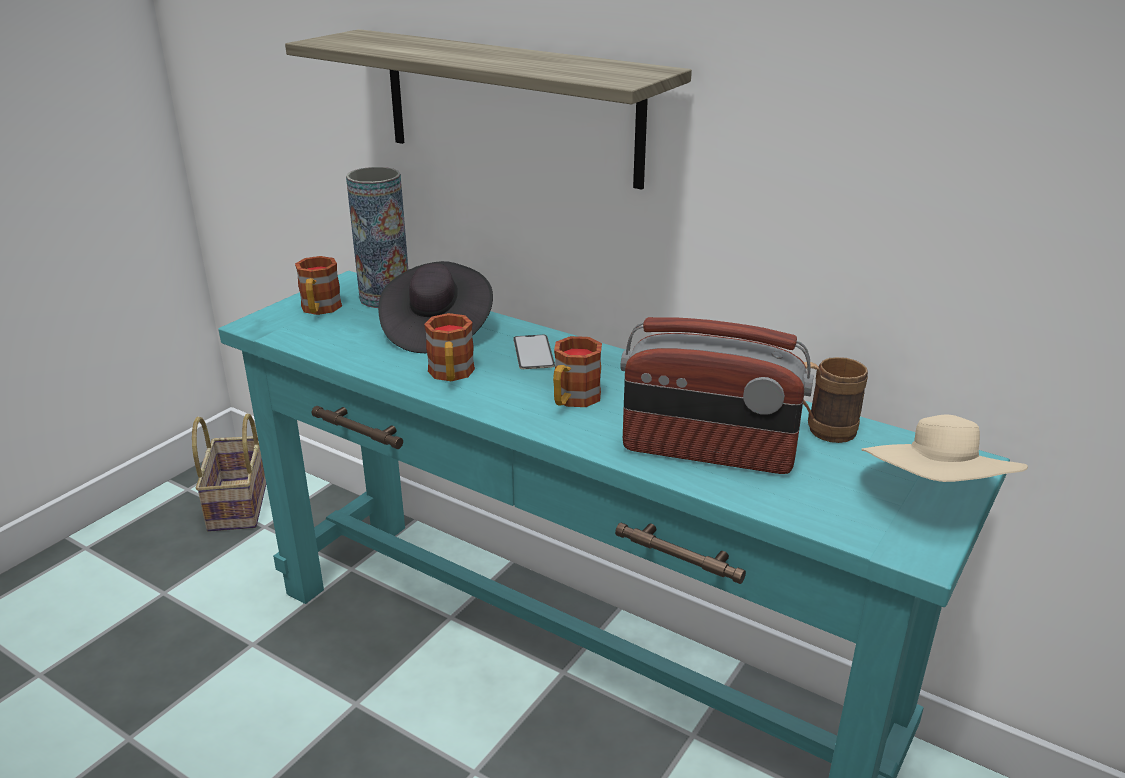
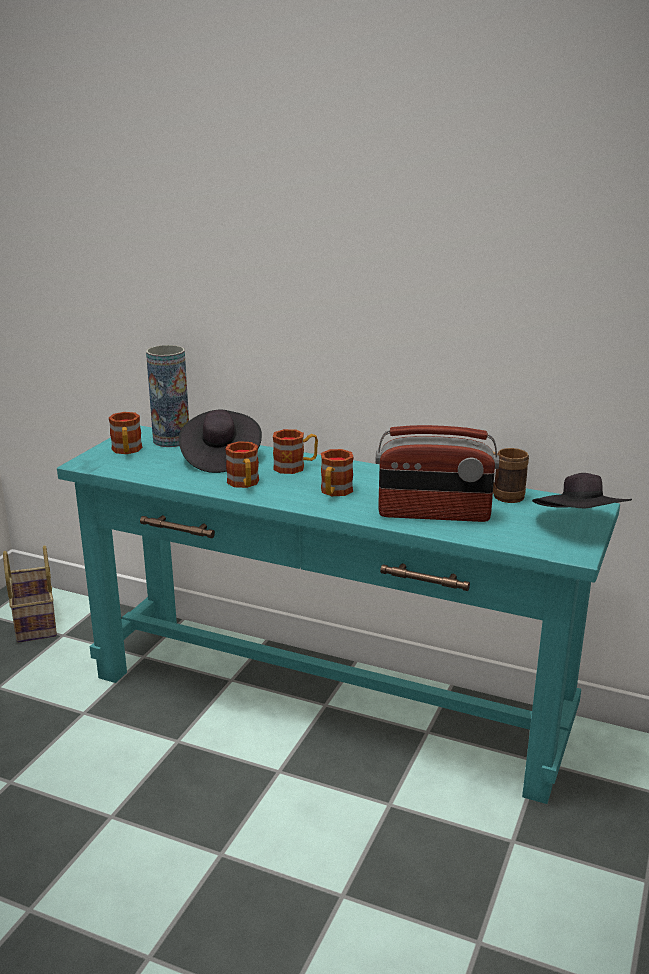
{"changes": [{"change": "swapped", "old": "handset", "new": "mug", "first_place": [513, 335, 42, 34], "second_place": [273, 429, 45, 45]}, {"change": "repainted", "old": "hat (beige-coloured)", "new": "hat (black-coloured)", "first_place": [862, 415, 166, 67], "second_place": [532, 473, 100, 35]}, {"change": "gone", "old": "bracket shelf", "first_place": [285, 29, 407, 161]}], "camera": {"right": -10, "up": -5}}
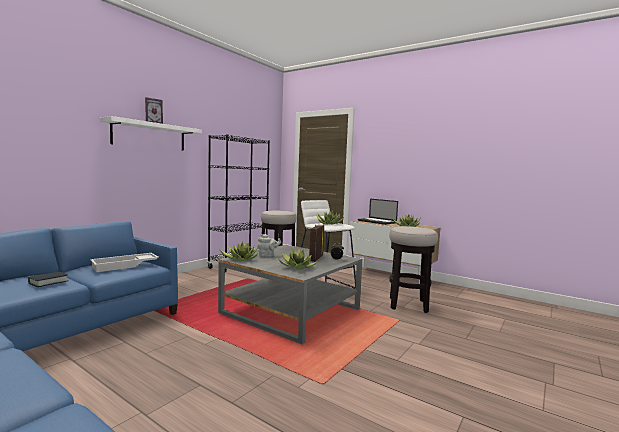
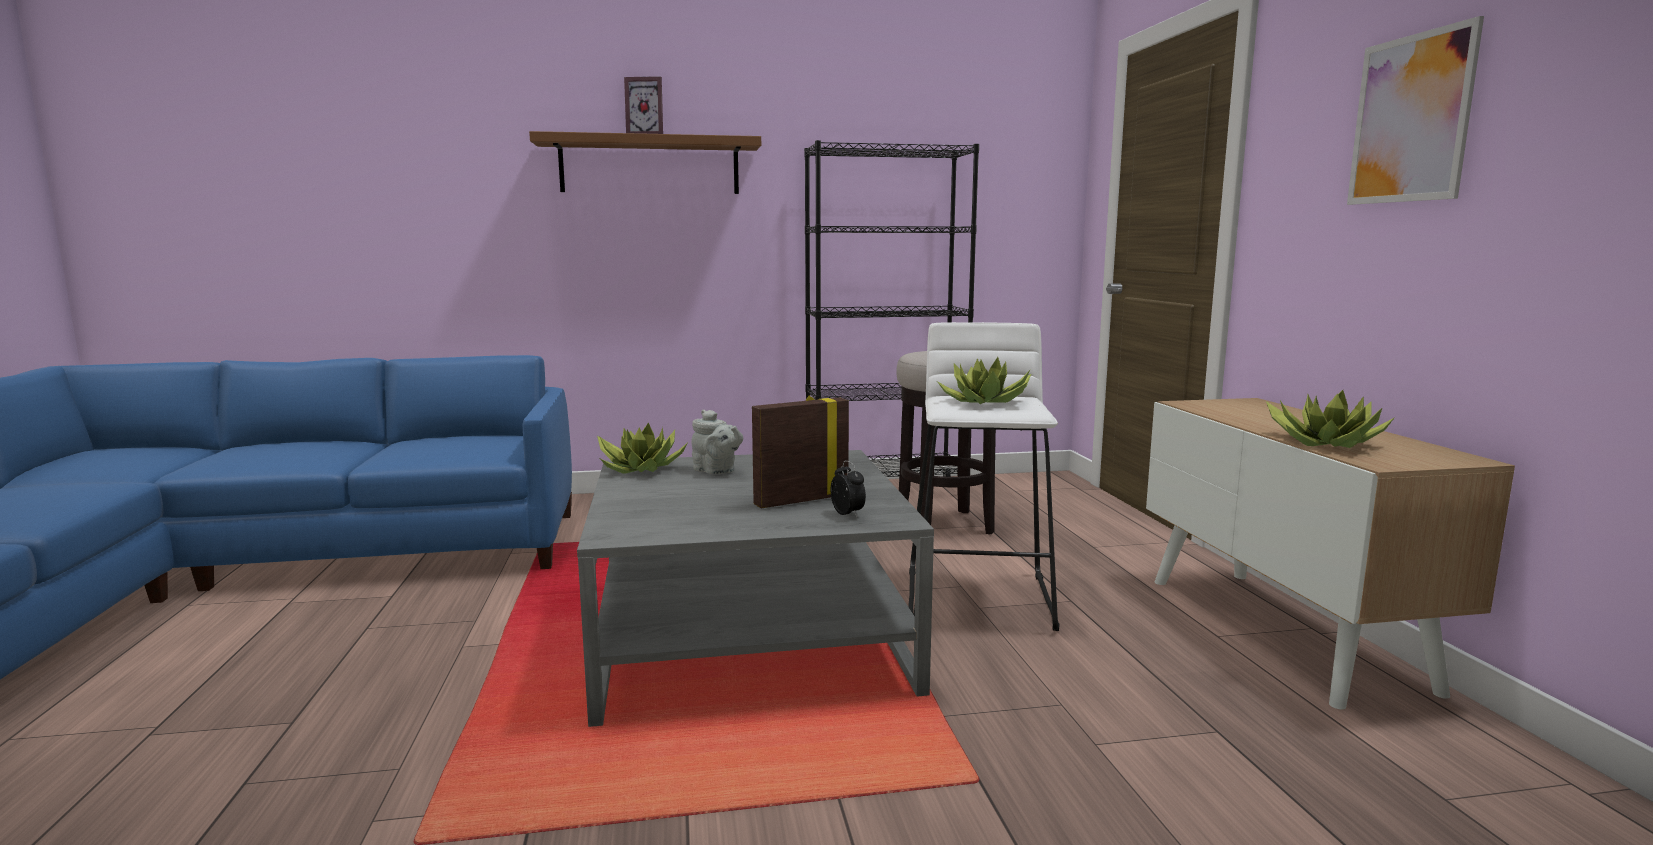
{"changes": [{"change": "repainted", "old": "bracket shelf (white)", "new": "bracket shelf (brownish)", "first_place": [100, 116, 102, 35], "second_place": [529, 131, 232, 63]}, {"change": "new", "new": "picture", "second_place": [1347, 16, 137, 189]}, {"change": "gone", "old": "book", "first_place": [28, 272, 40, 15]}, {"change": "gone", "old": "tray (white)", "first_place": [90, 253, 69, 19]}, {"change": "gone", "old": "plant in a pot", "first_place": [279, 249, 39, 21]}, {"change": "gone", "old": "portable computer", "first_place": [358, 199, 40, 26]}, {"change": "gone", "old": "stool", "first_place": [389, 226, 49, 87]}], "camera": {"right": 45, "up": 5}}
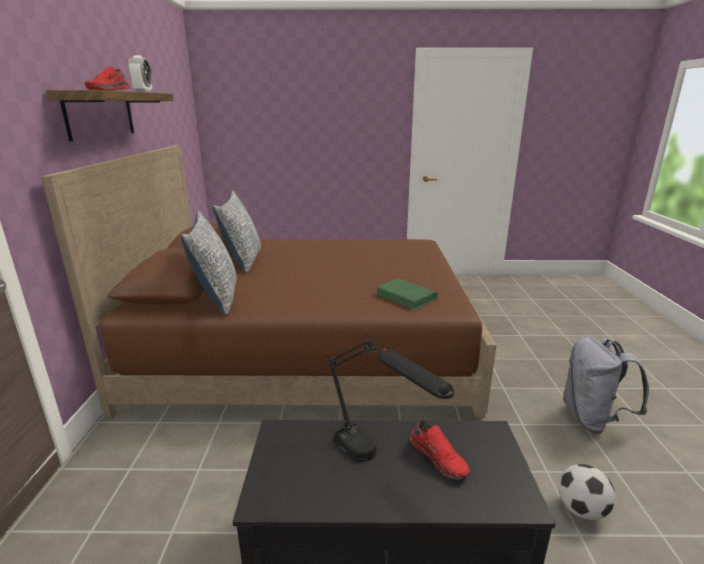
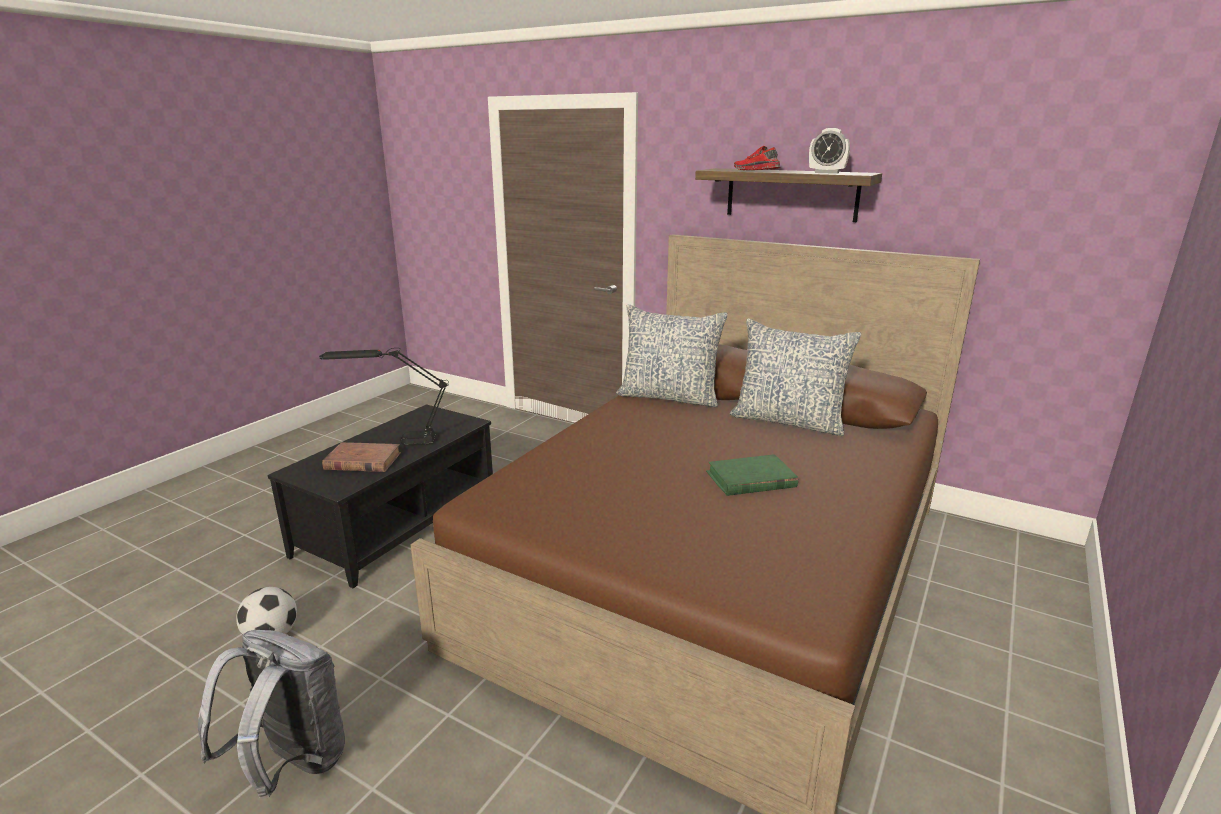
{"changes": [{"change": "swapped", "old": "low shoe (reddish)", "new": "book (brownish)", "first_place": [410, 419, 60, 60], "second_place": [322, 442, 79, 30]}, {"change": "shifted", "old": "book (greenish)", "first_place": [376, 278, 62, 32], "second_place": [706, 454, 92, 42]}], "camera": {"right": 120, "up": 0}}
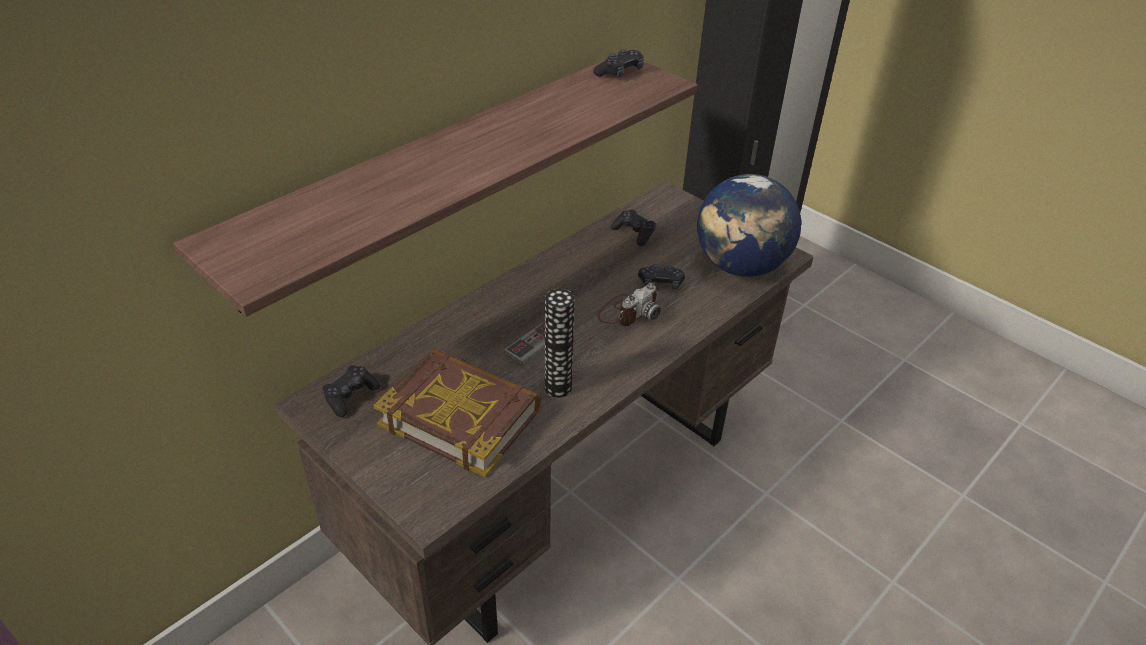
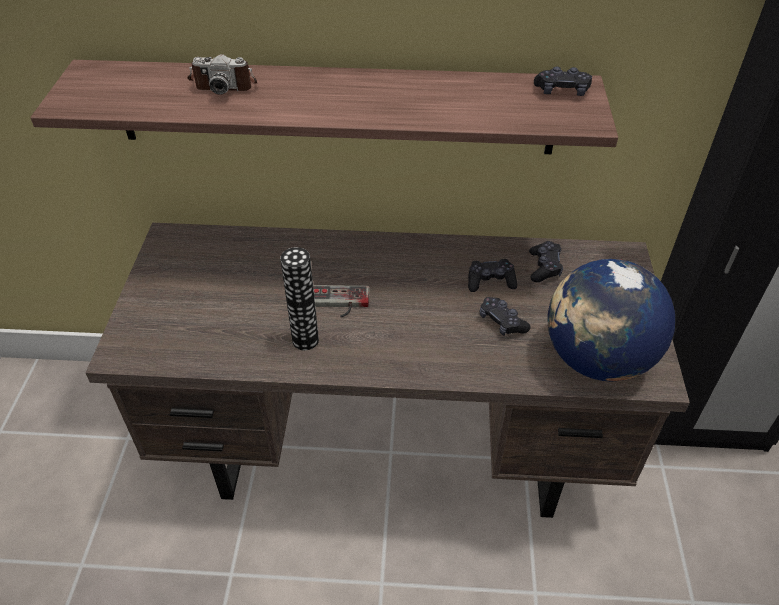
{"changes": [{"change": "shifted", "old": "still camera", "first_place": [597, 283, 64, 43], "second_place": [187, 54, 70, 41]}, {"change": "shifted", "old": "gamepad (black-coloured)", "first_place": [322, 365, 59, 52], "second_place": [468, 259, 49, 33]}, {"change": "gone", "old": "book", "first_place": [373, 349, 168, 129]}], "camera": {"right": 50, "up": 5}}
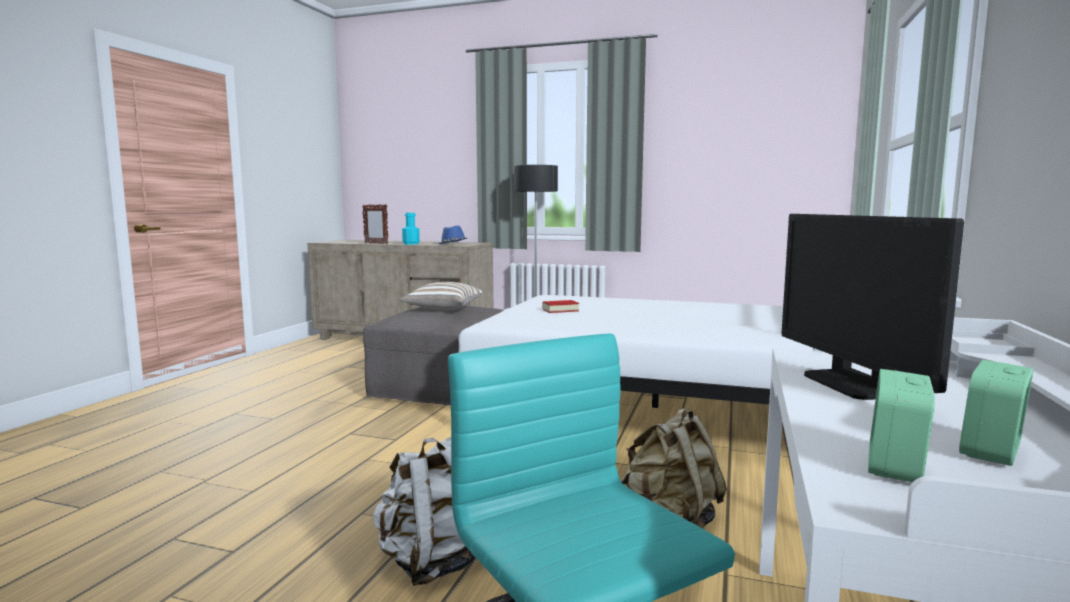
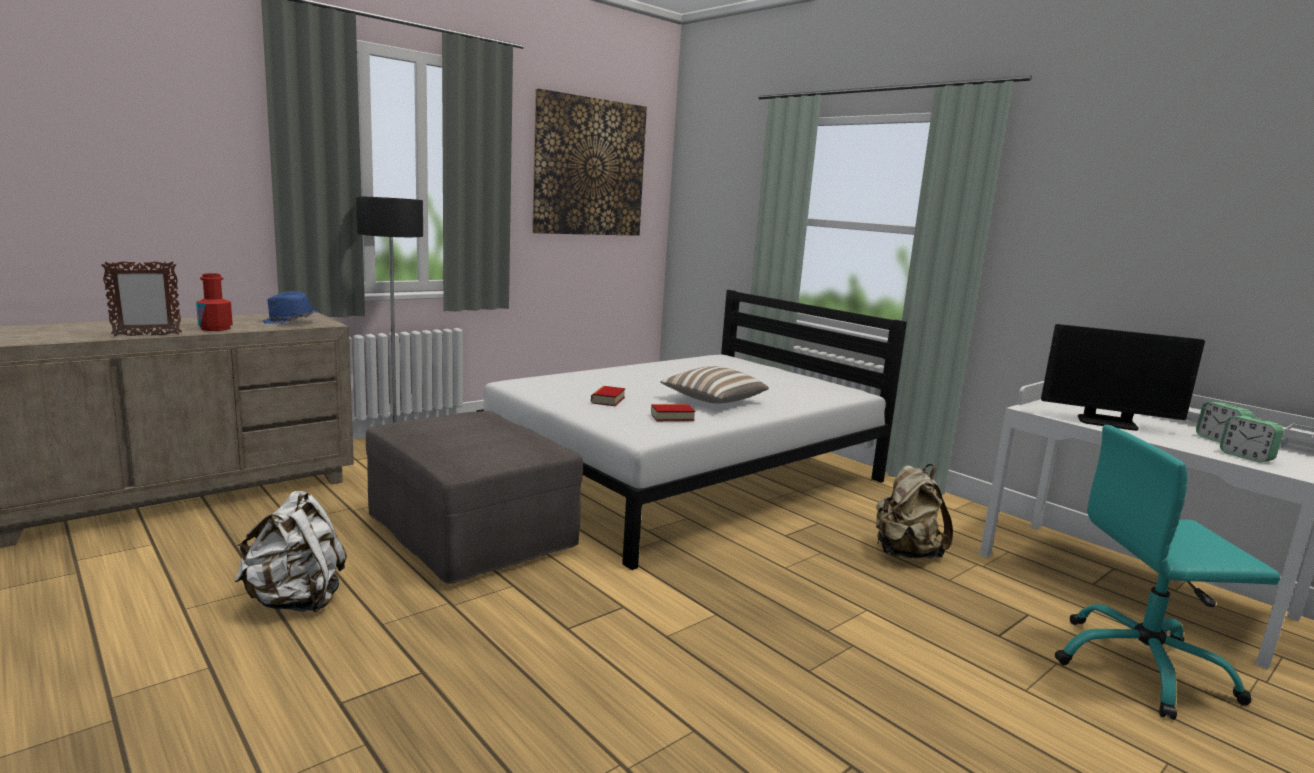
{"changes": [{"change": "repainted", "old": "drink bottle (blue-green)", "new": "drink bottle (reddish)", "first_place": [402, 213, 18, 32], "second_place": [196, 273, 37, 58]}, {"change": "shifted", "old": "knapsack (white)", "first_place": [373, 437, 102, 149], "second_place": [235, 491, 112, 122]}, {"change": "new", "new": "picture", "second_place": [532, 89, 115, 147]}, {"change": "new", "new": "book", "second_place": [651, 404, 44, 17]}, {"change": "shifted", "old": "pillow", "first_place": [400, 282, 82, 29], "second_place": [660, 366, 109, 38]}], "camera": {"right": -60, "up": 5}}
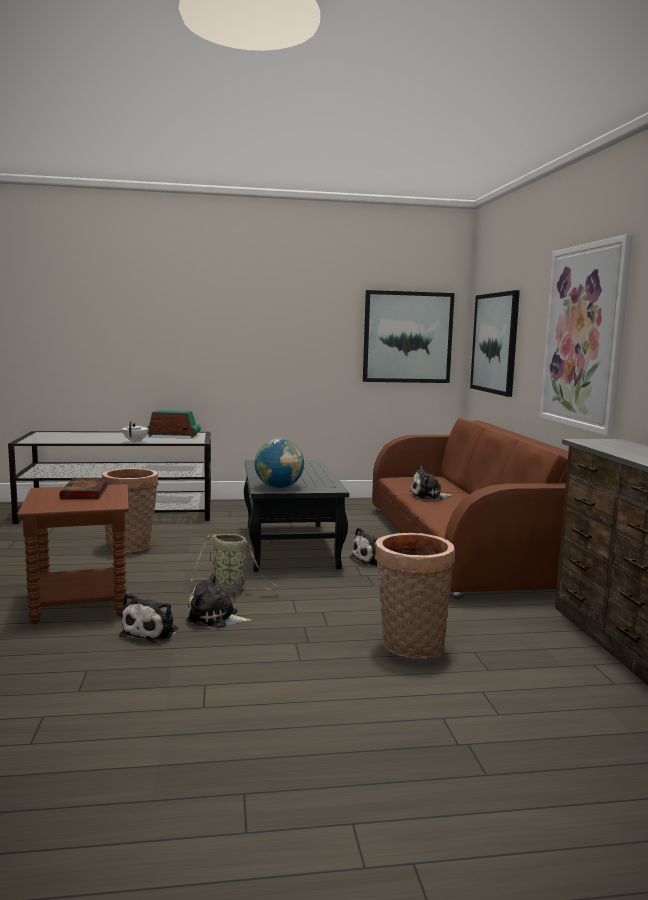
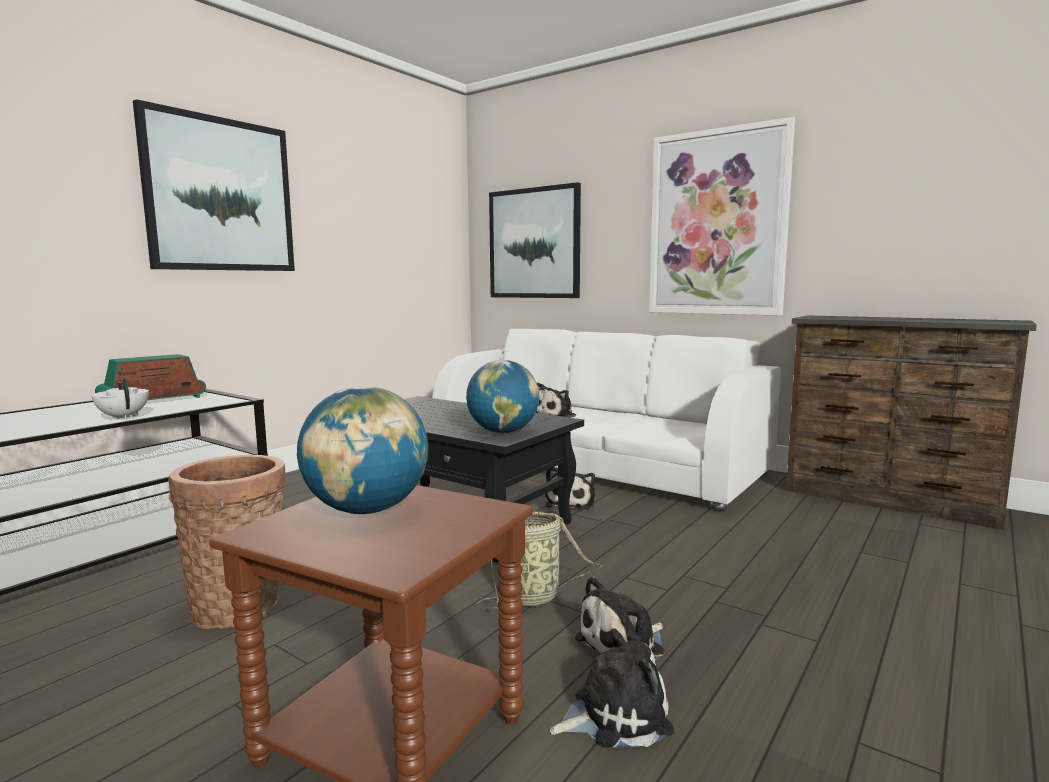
{"changes": [{"change": "shifted", "old": "picture", "first_place": [363, 290, 92, 93], "second_place": [133, 99, 162, 172]}, {"change": "swapped", "old": "book", "new": "world globe", "first_place": [60, 478, 48, 21], "second_place": [297, 386, 132, 128]}, {"change": "repainted", "old": "couch (brownish)", "new": "couch (white)", "first_place": [372, 418, 196, 181], "second_place": [432, 329, 349, 182]}, {"change": "rotated", "old": "plush toy", "first_place": [119, 593, 59, 49], "second_place": [550, 628, 124, 120], "degrees": -75}, {"change": "gone", "old": "storage basket", "first_place": [375, 533, 80, 126]}], "camera": {"right": -45, "up": 0}}
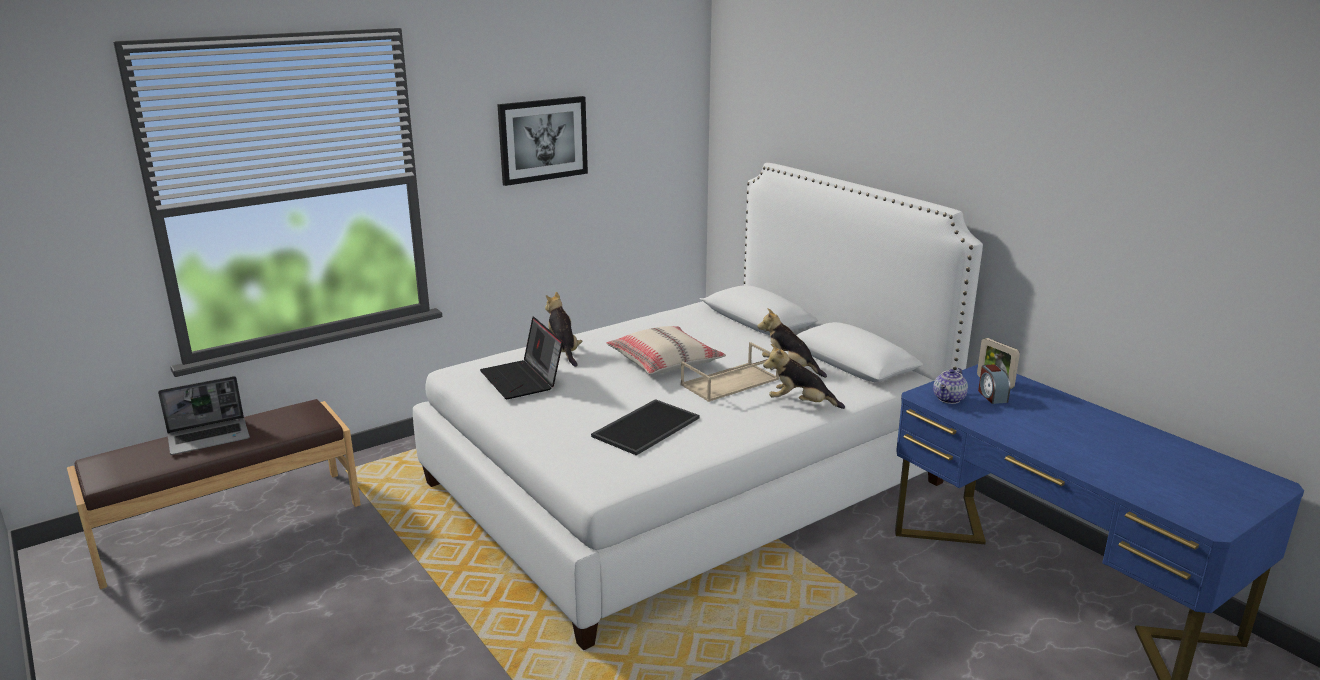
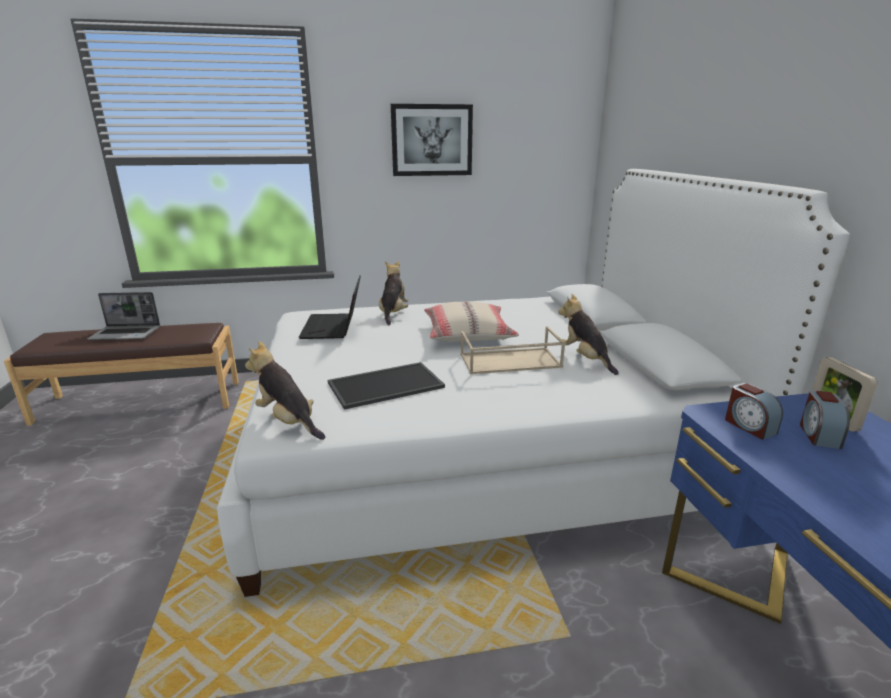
{"changes": [{"change": "shifted", "old": "plush toy", "first_place": [763, 344, 82, 65], "second_place": [245, 341, 80, 99]}, {"change": "swapped", "old": "tea pot", "new": "bedside clock", "first_place": [933, 368, 35, 36], "second_place": [725, 383, 58, 57]}], "camera": {"right": 25, "up": 0}}
